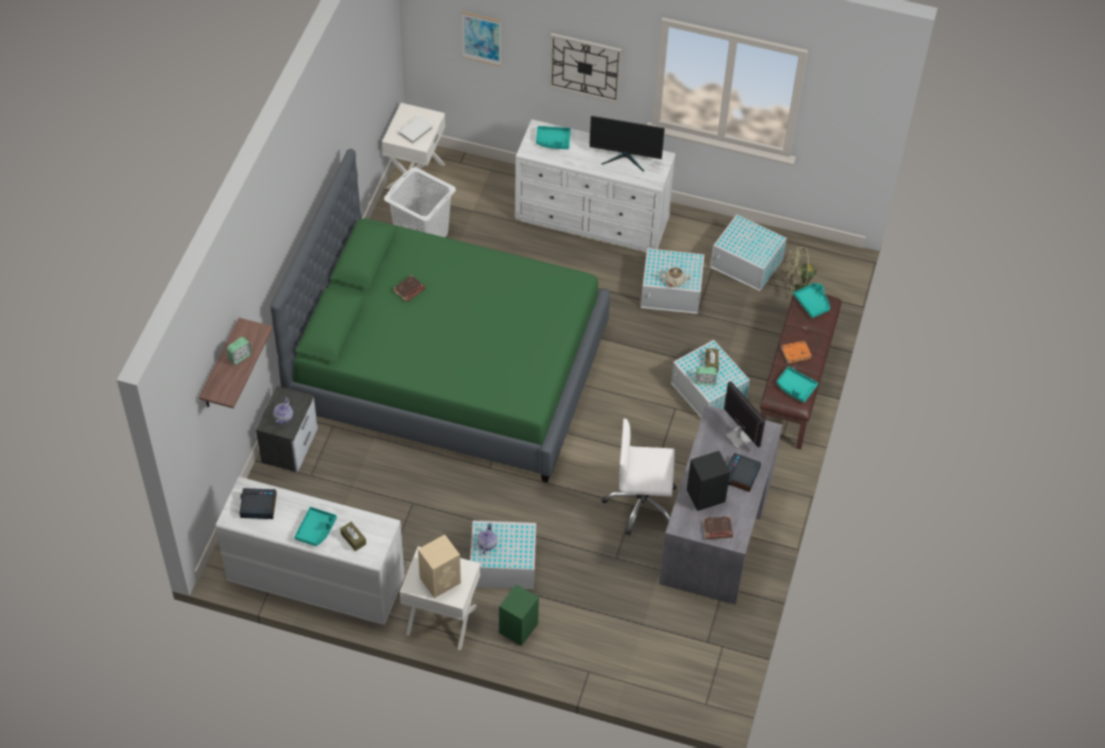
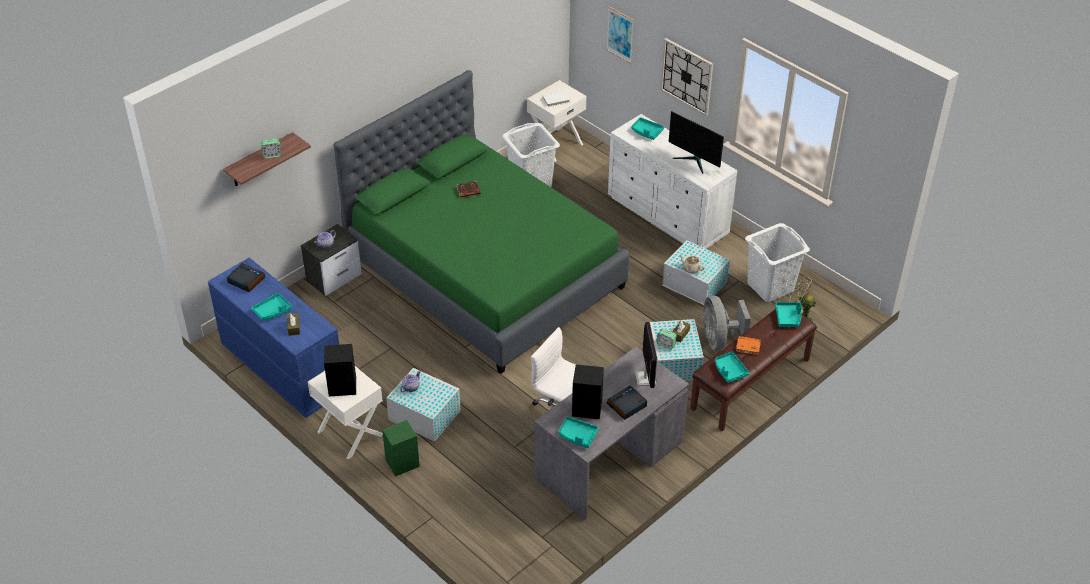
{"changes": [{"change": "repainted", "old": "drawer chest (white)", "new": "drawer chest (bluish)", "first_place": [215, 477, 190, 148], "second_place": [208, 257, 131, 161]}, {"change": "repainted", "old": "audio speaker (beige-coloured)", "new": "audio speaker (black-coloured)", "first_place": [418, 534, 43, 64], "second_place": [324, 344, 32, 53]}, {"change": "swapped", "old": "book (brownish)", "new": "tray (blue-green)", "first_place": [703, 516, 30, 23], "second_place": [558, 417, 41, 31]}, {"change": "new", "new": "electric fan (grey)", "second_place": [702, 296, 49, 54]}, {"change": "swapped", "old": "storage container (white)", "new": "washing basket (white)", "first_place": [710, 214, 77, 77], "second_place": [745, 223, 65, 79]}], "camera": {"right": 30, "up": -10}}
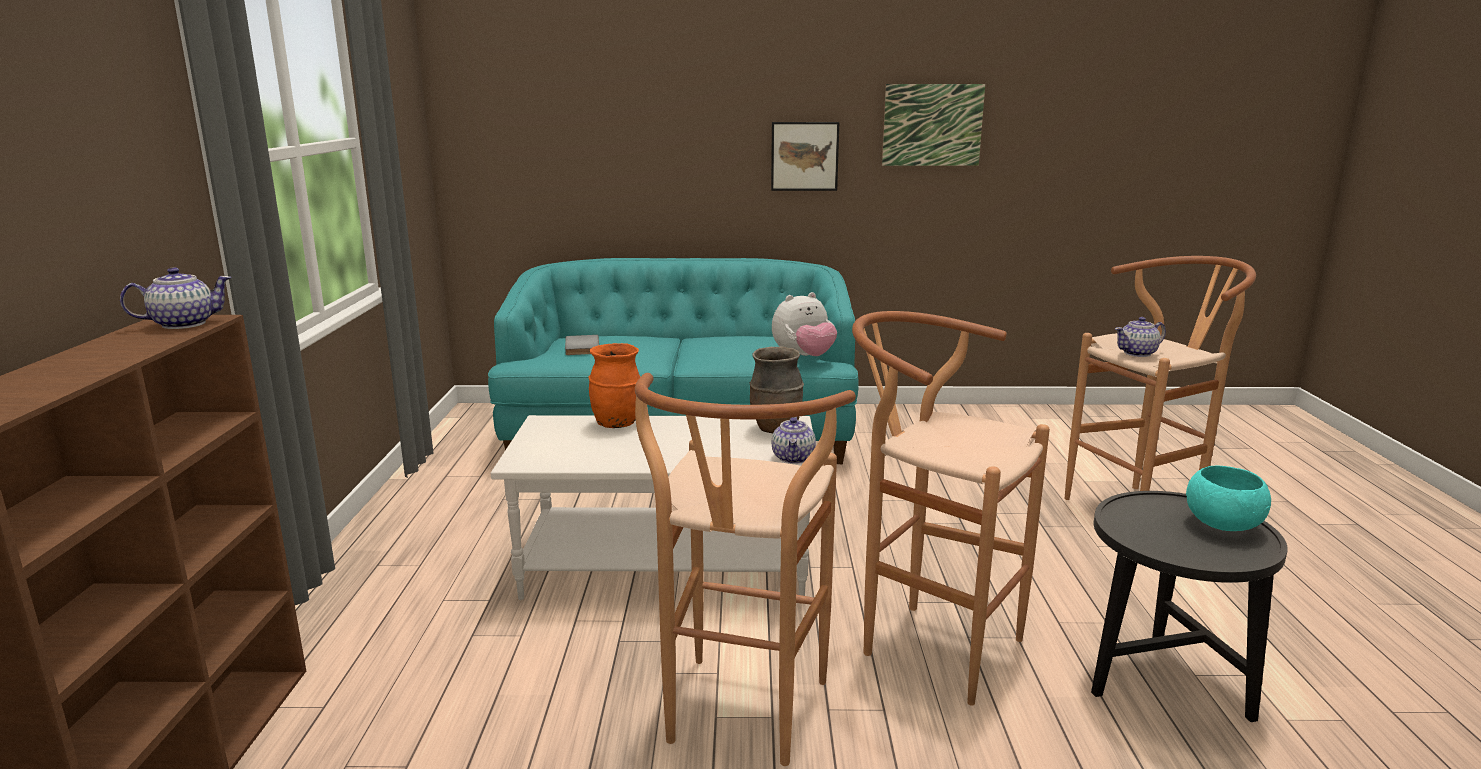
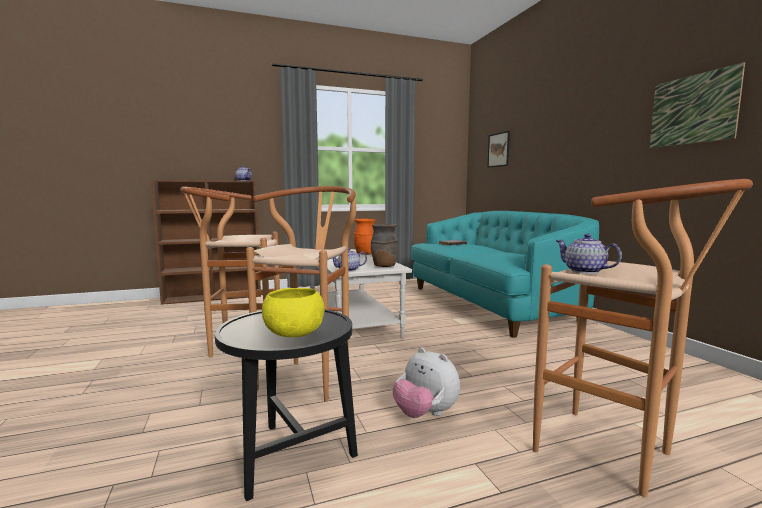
{"changes": [{"change": "repainted", "old": "serving bowl (blue-green)", "new": "serving bowl (yellow)", "first_place": [1186, 466, 85, 65], "second_place": [262, 288, 63, 49]}, {"change": "shifted", "old": "plush toy", "first_place": [772, 292, 65, 64], "second_place": [393, 347, 67, 71]}, {"change": "shifted", "old": "picture", "first_place": [771, 122, 69, 69], "second_place": [488, 131, 22, 37]}], "camera": {"right": 70, "up": -10}}
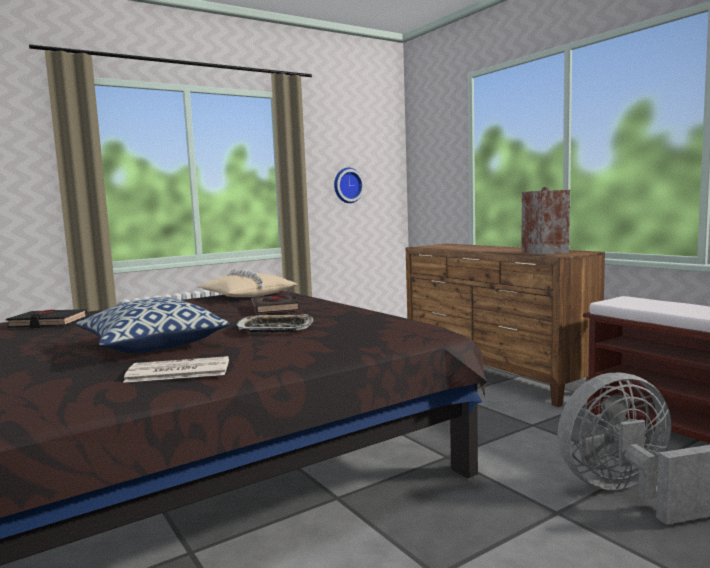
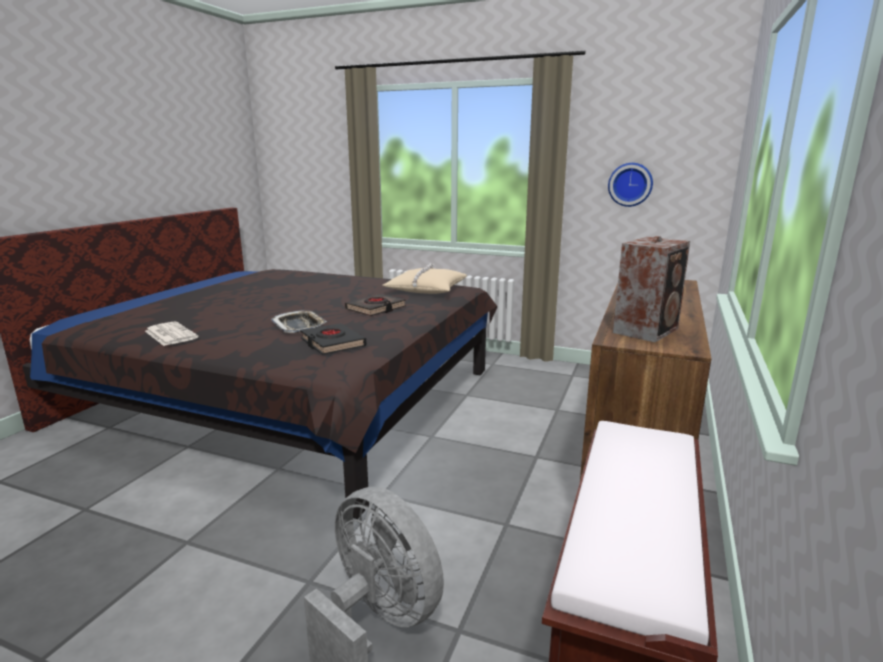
{"changes": [{"change": "shifted", "old": "book (black-coloured)", "first_place": [6, 309, 81, 19], "second_place": [300, 323, 67, 32]}, {"change": "gone", "old": "pillow", "first_place": [76, 297, 154, 56]}], "camera": {"right": 55, "up": 10}}
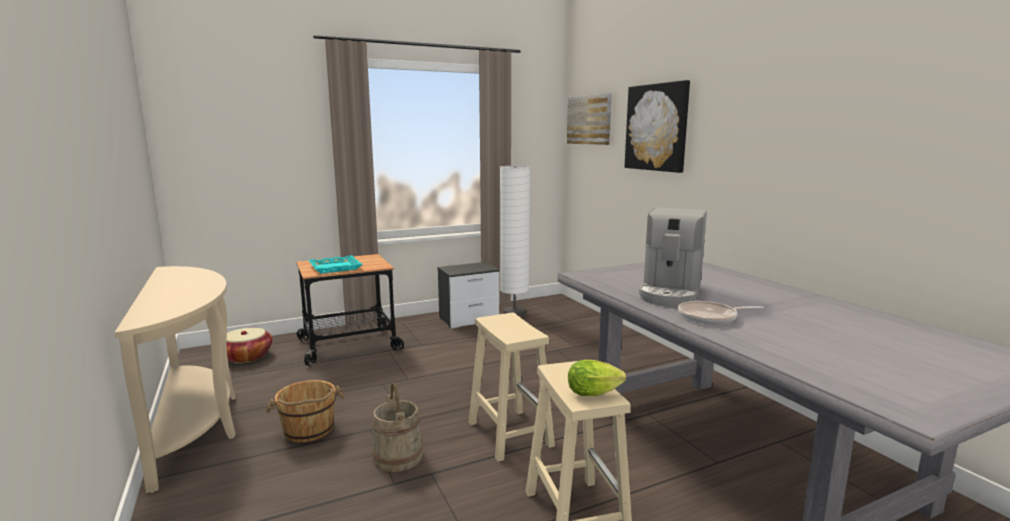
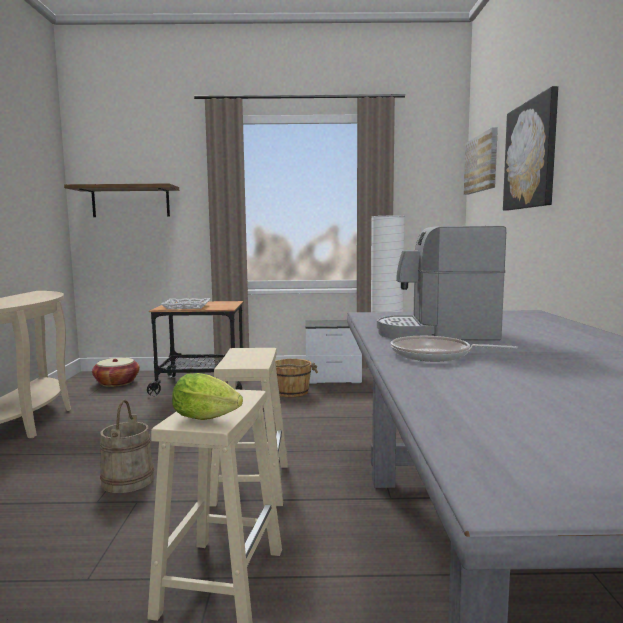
{"changes": [{"change": "new", "new": "bracket shelf", "second_place": [64, 183, 115, 34]}, {"change": "repainted", "old": "tray (blue-green)", "new": "tray (white)", "first_place": [309, 255, 53, 19], "second_place": [161, 298, 50, 11]}, {"change": "shifted", "old": "bucket (brownish)", "first_place": [266, 380, 79, 62], "second_place": [275, 359, 43, 38]}, {"change": "rotated", "old": "coffee brewer", "first_place": [639, 207, 68, 100], "second_place": [377, 225, 129, 115], "degrees": 45}], "camera": {"right": 25, "up": -5}}
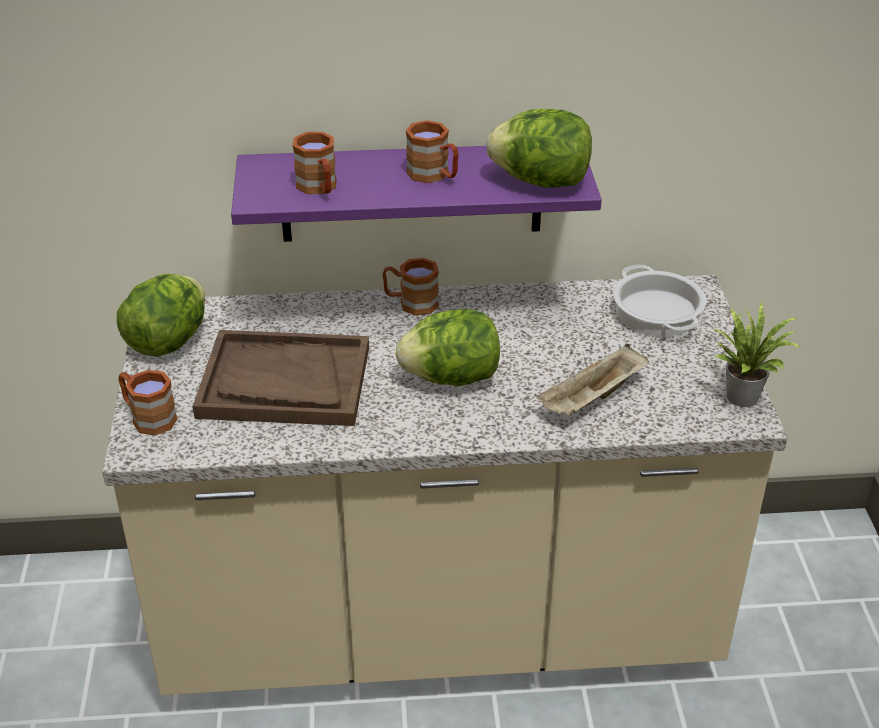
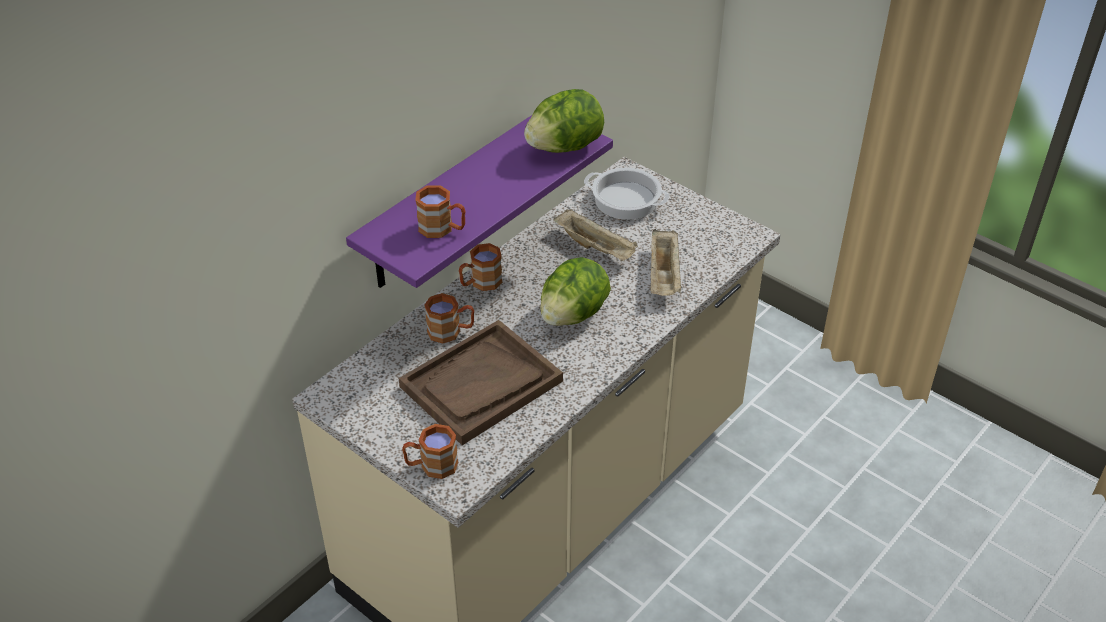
{"changes": [{"change": "shifted", "old": "mug (brownish)", "first_place": [406, 120, 53, 63], "second_place": [425, 293, 49, 50]}, {"change": "new", "new": "tray (beige-coloured)", "second_place": [553, 209, 85, 52]}, {"change": "gone", "old": "lettuce", "first_place": [117, 274, 88, 83]}, {"change": "gone", "old": "plant in a pot", "first_place": [713, 302, 90, 105]}], "camera": {"right": -45, "up": 5}}
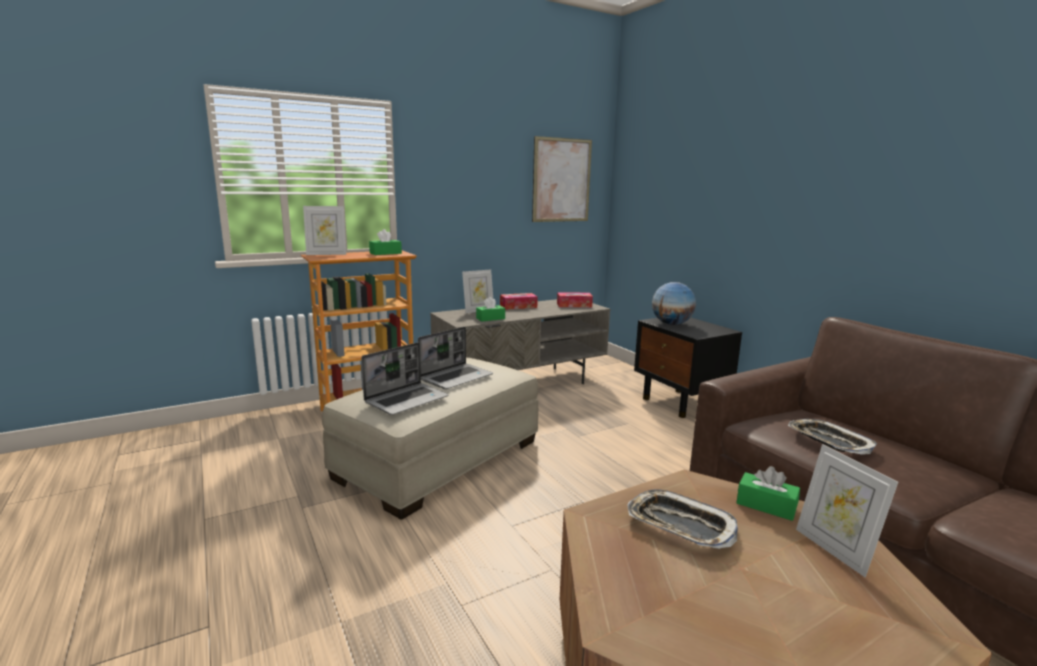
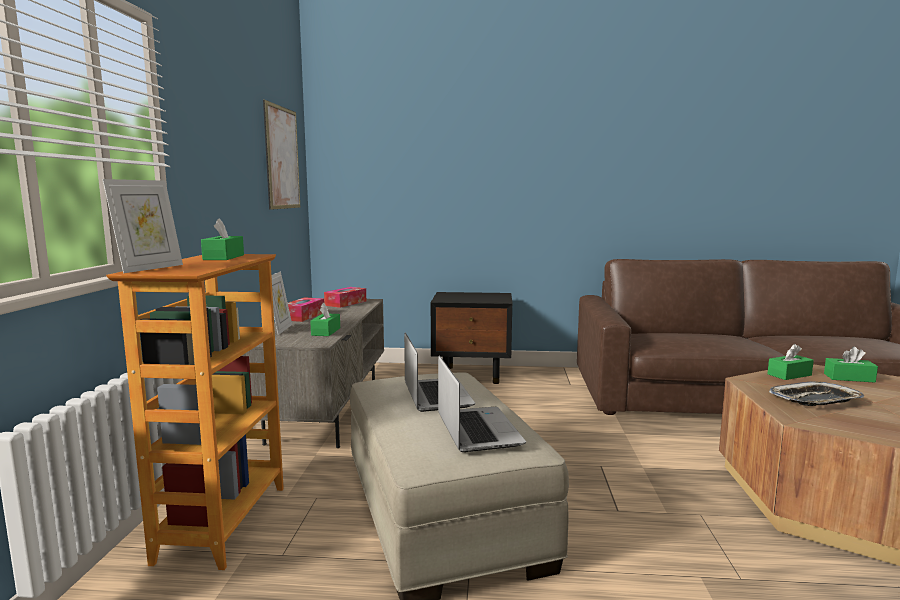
{"changes": [{"change": "swapped", "old": "picture frame", "new": "tissue box (greenish)", "first_place": [796, 444, 102, 134], "second_place": [824, 347, 54, 36]}, {"change": "gone", "old": "world globe", "first_place": [652, 282, 44, 43]}, {"change": "gone", "old": "tray", "first_place": [788, 419, 89, 36]}], "camera": {"right": -55, "up": -5}}
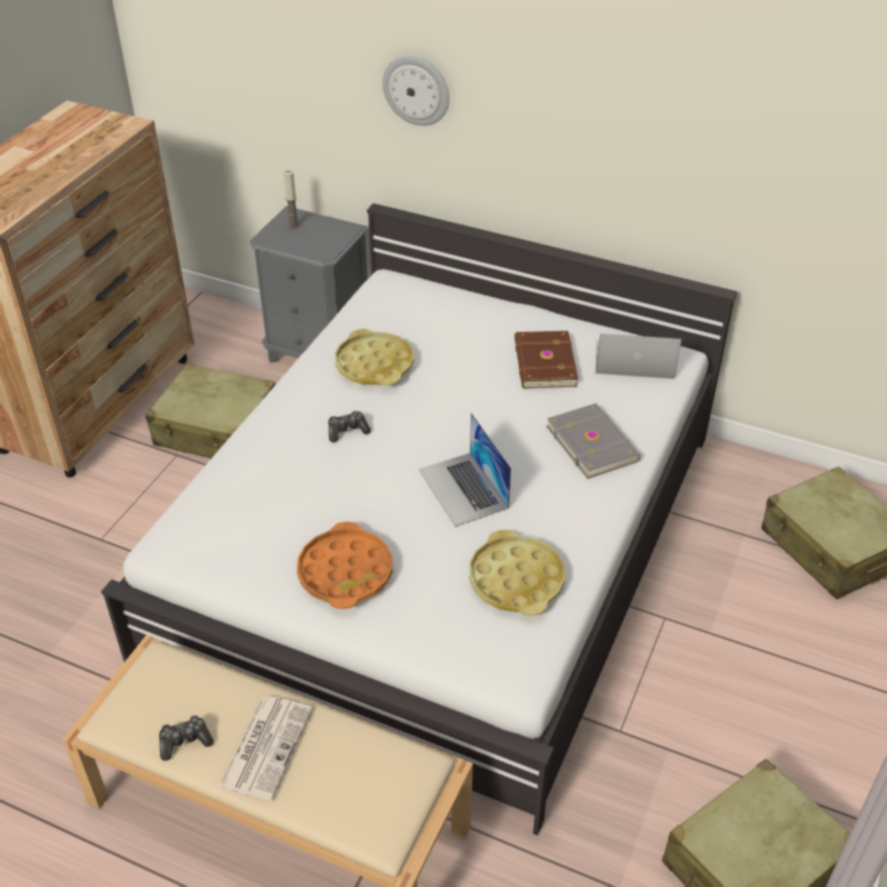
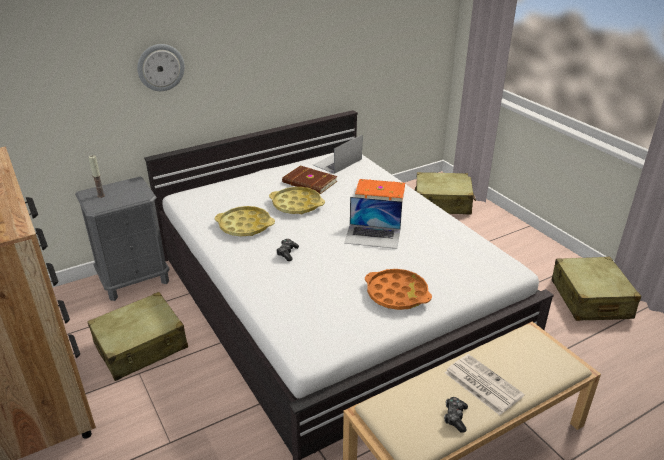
{"changes": [{"change": "shifted", "old": "tray (yellow)", "first_place": [469, 530, 96, 86], "second_place": [269, 187, 56, 27]}, {"change": "repainted", "old": "book (grey)", "new": "book (orange)", "first_place": [546, 403, 95, 76], "second_place": [355, 179, 50, 22]}], "camera": {"right": -55, "up": -10}}
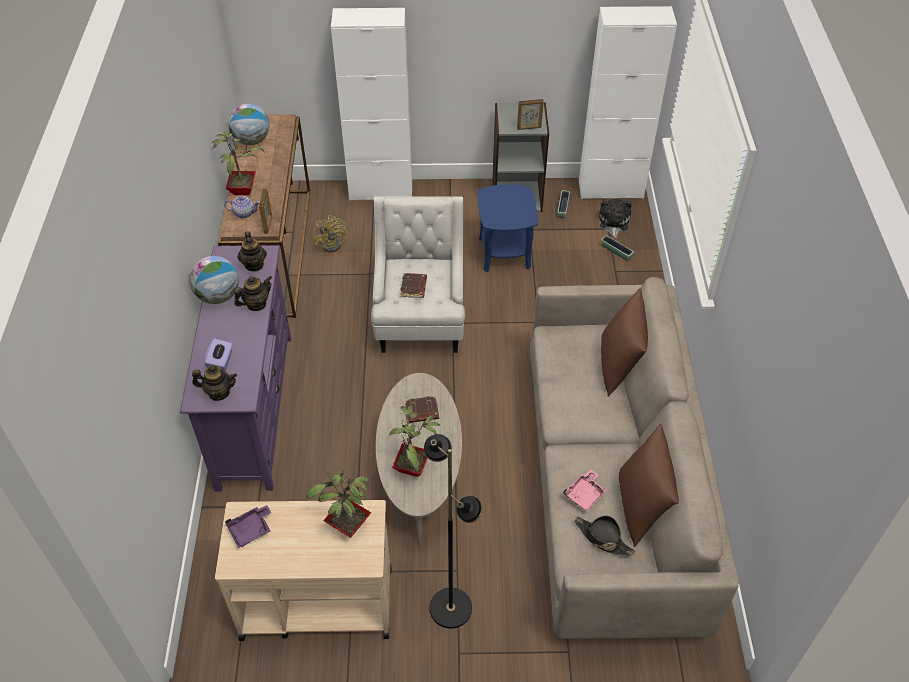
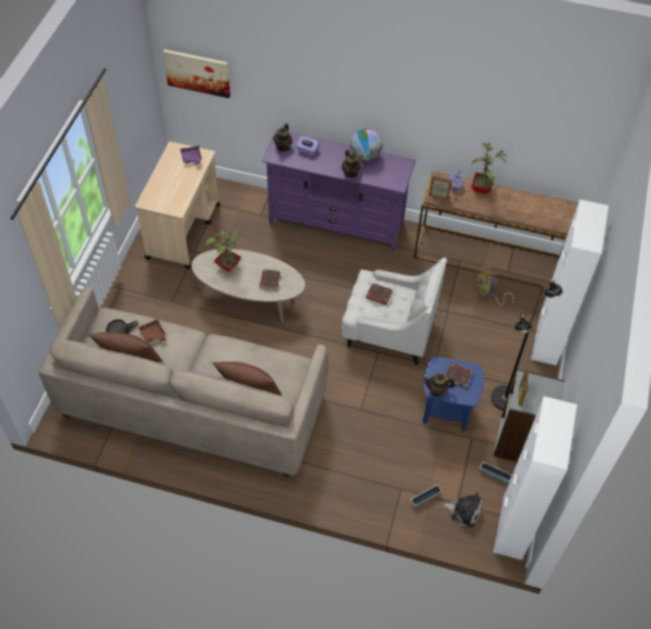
{"changes": [{"change": "repainted", "old": "tray (pink)", "new": "tray (brownish)", "first_place": [563, 470, 44, 41], "second_place": [138, 319, 29, 24]}, {"change": "new", "new": "picture", "second_place": [163, 49, 67, 49]}, {"change": "shifted", "old": "tea pot", "first_place": [237, 231, 30, 41], "second_place": [423, 373, 32, 24]}, {"change": "new", "new": "book (brownish)", "second_place": [445, 363, 28, 25]}, {"change": "shifted", "old": "standard lamp (black-coloured)", "first_place": [424, 434, 59, 195], "second_place": [491, 279, 72, 131]}, {"change": "gone", "old": "world globe", "first_place": [228, 104, 41, 41]}, {"change": "gone", "old": "plant in a pot", "first_place": [306, 468, 66, 70]}], "camera": {"right": 105, "up": 5}}
